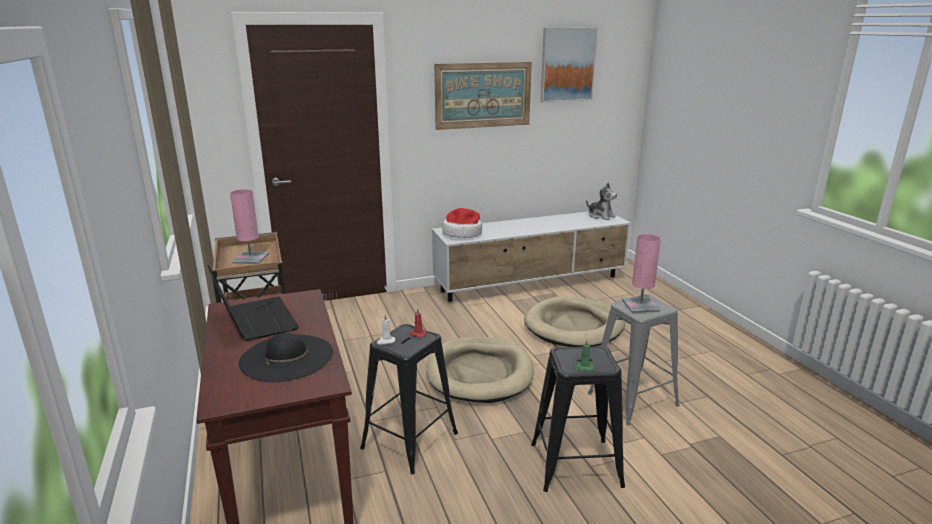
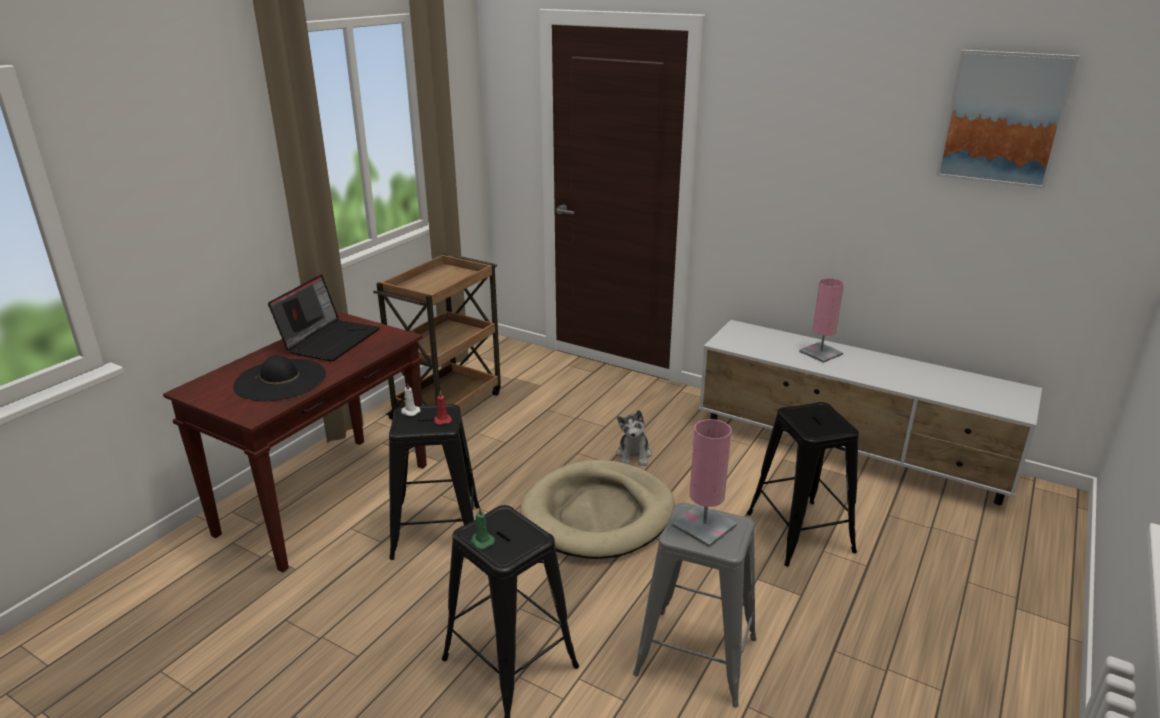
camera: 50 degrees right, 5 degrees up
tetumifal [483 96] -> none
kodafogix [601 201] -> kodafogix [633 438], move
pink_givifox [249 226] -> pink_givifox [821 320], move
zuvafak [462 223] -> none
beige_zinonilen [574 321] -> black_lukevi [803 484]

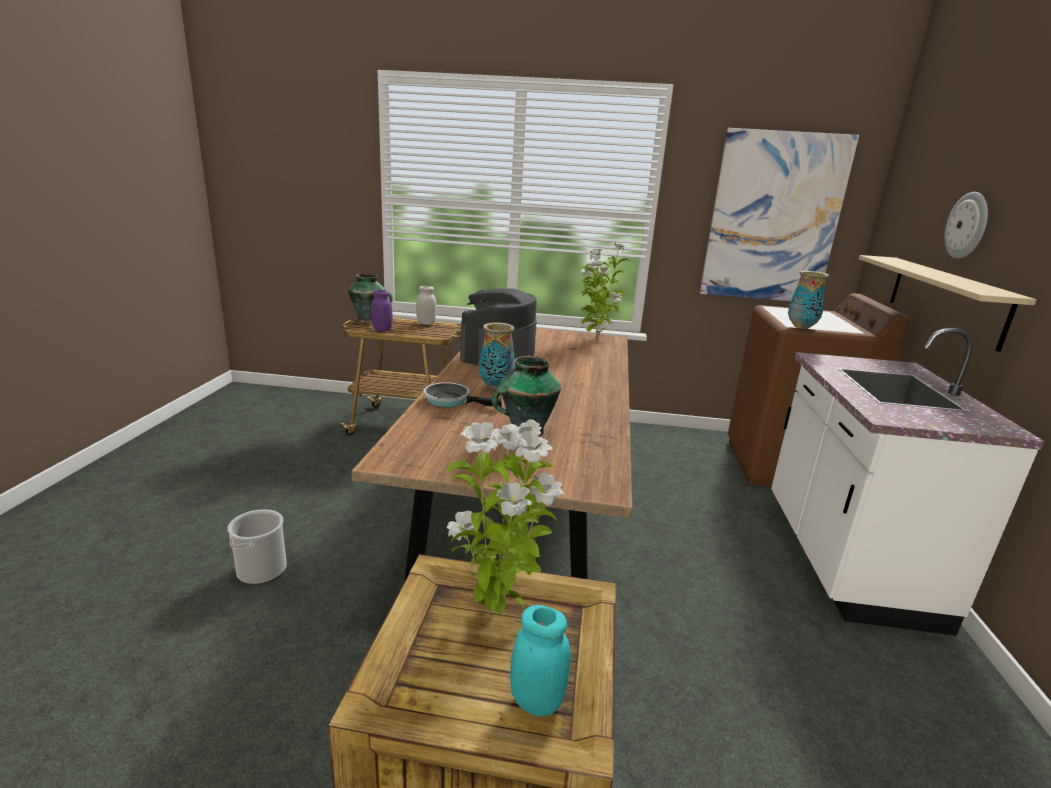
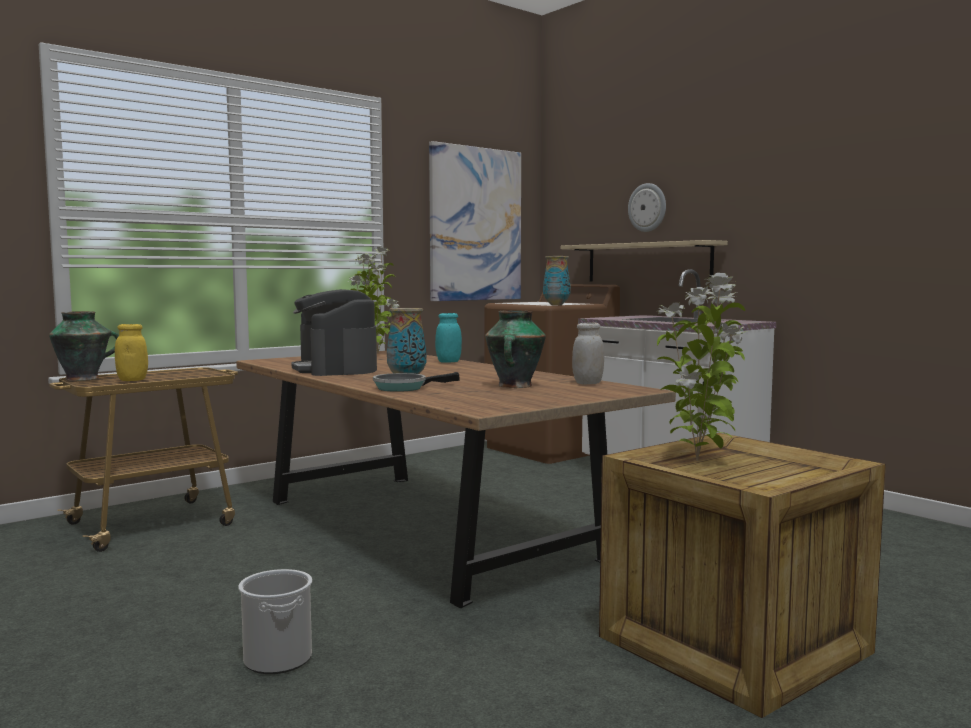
camera: 45 degrees left, 15 degrees down
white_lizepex [426 305] -> white_lizepex [588 353], move
purple_lizepex [381 310] -> yellow_lizepex [131 352]
turquoise_lizepex [540 660] -> turquoise_lizepex [448 338], move

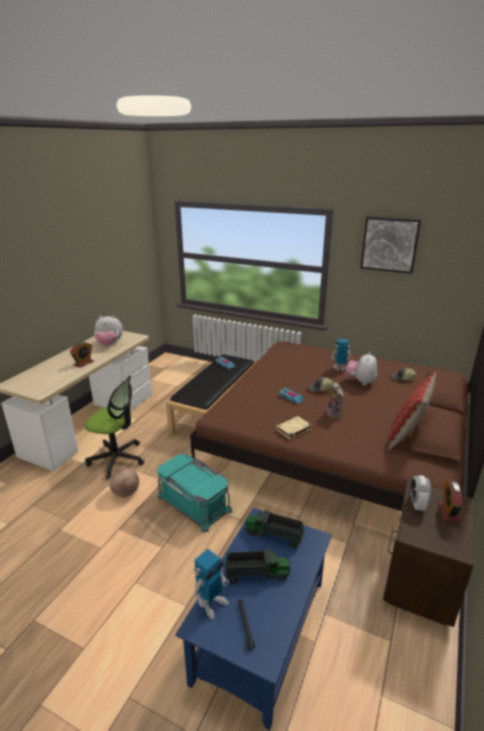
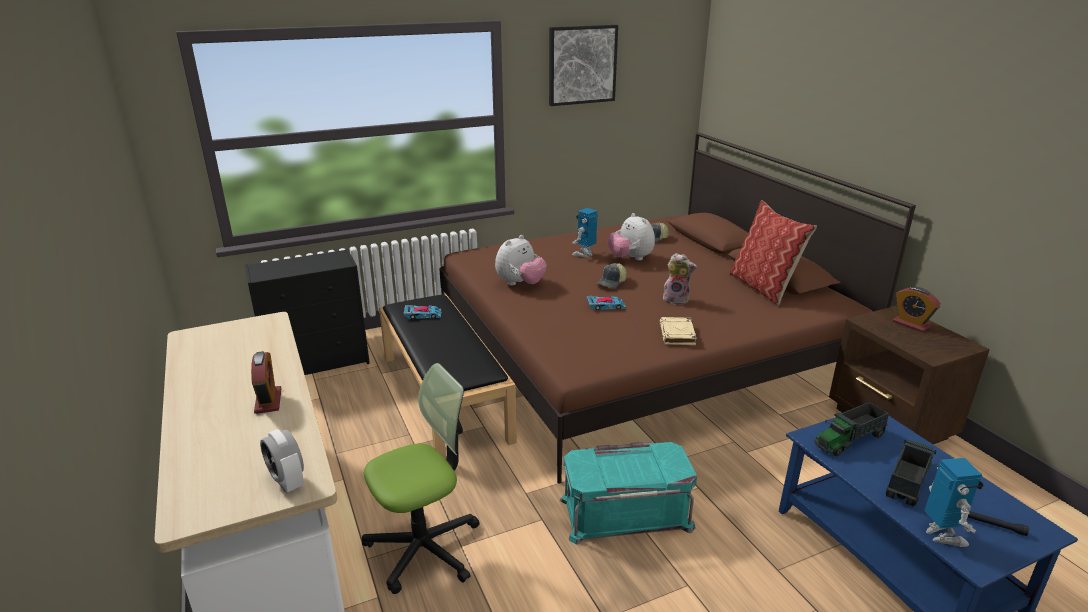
camera: 50 degrees left, 0 degrees up
kodafogix [108 331] -> kodafogix [521 260], move
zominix [124 482] -> none
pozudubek [420 493] -> pozudubek [282 461], move
none -> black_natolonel [307 312]

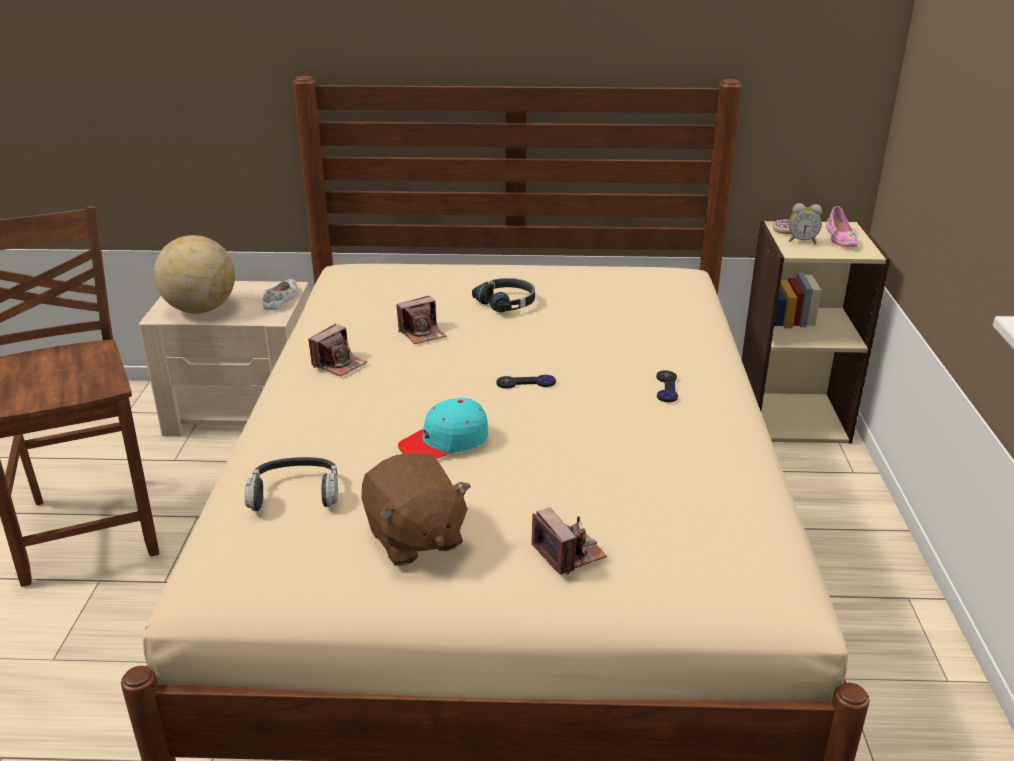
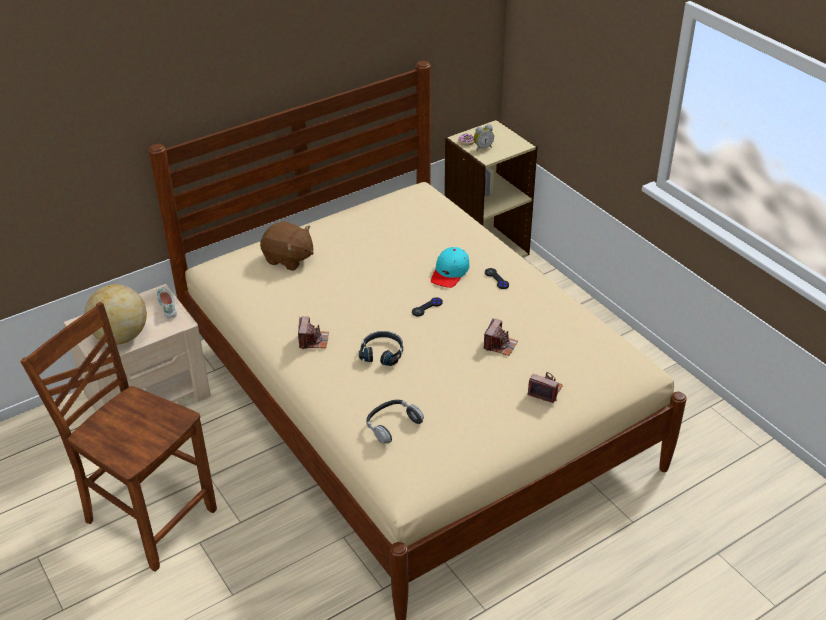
camera: 35 degrees left, 10 degrees up
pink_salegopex [842 226] -> none
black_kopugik [503 295] -> black_kopugik [381 348], move
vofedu [421 320] -> vofedu [501 337], move
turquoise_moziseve [443 428] -> turquoise_moziseve [450 267], move
brown_kodafogix [416 509] -> brown_kodafogix [287 246], move

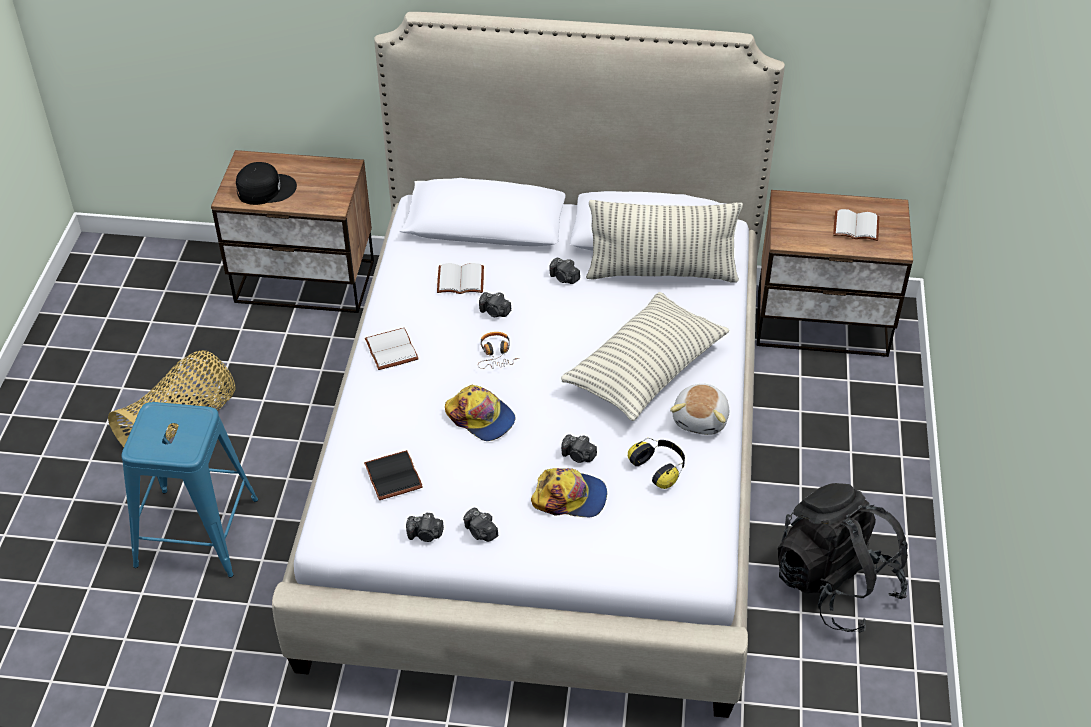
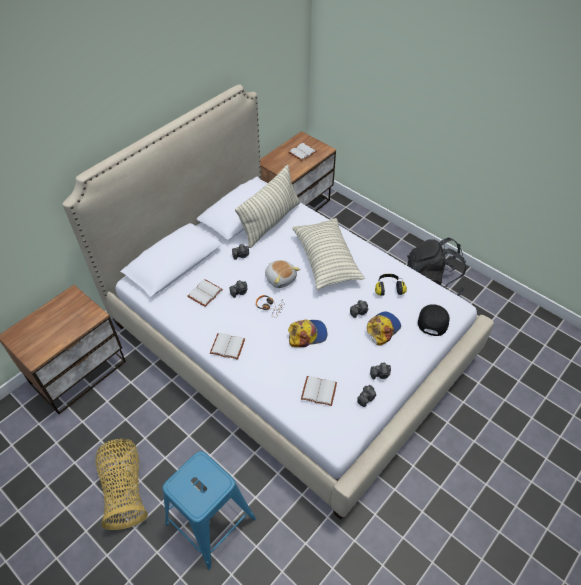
camera: 55 degrees left, 5 degrees up
black_moziseve [266 183] -> black_moziseve [434 320], move
kodafogix [699 409] -> kodafogix [282 274], move
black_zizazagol [393 475] -> white_zizazagol [319 391]

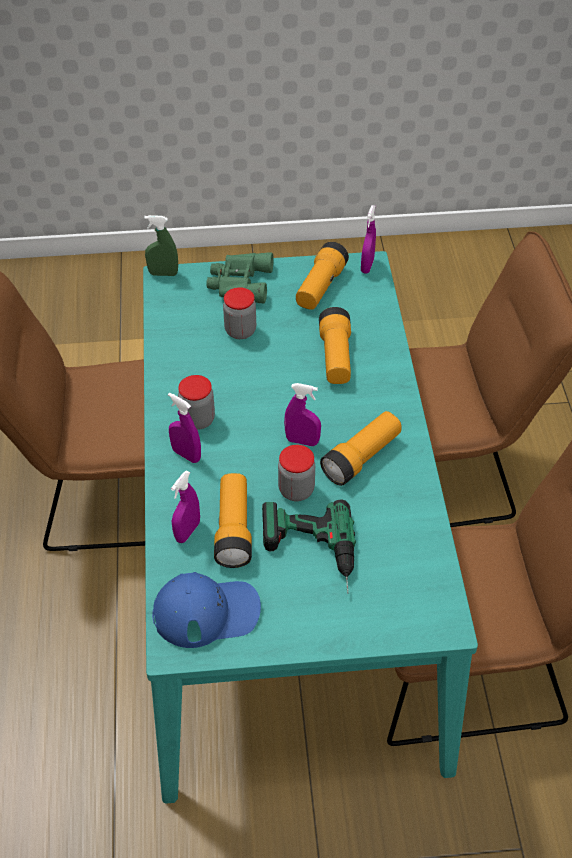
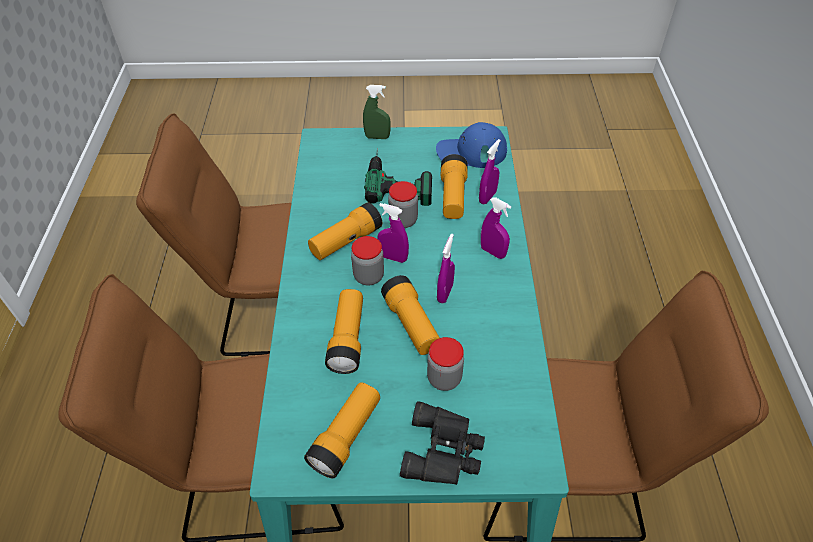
camera: 175 degrees left, 0 degrees up
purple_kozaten [368 239] -> purple_kozaten [446 268], move
green_kozaten [161 245] -> green_kozaten [376 112], move
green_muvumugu [240 277] -> black_muvumugu [442 443]
lizepex [196 402] -> lizepex [367 260], move
none -> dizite [410 315]

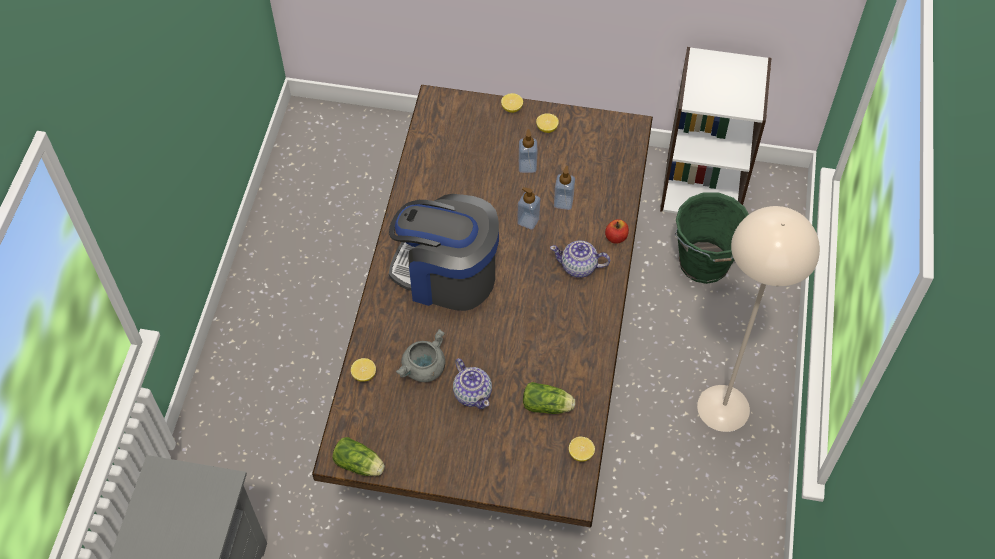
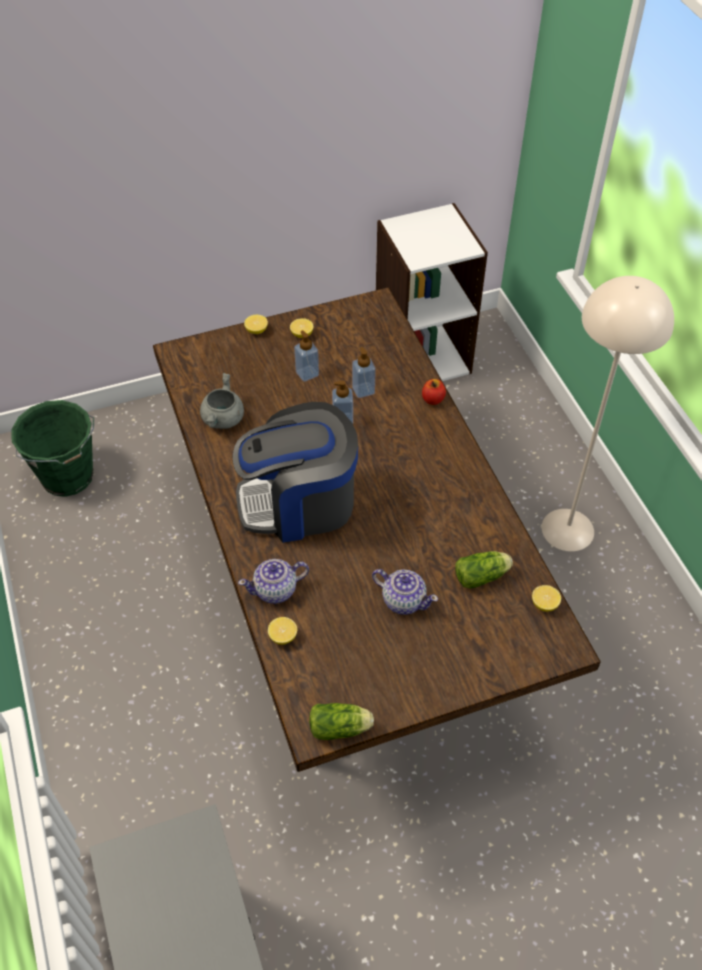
camera: 30 degrees left, 5 degrees down
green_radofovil [712 238] -> green_radofovil [53 448], move
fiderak [580 259] -> fiderak [273 581], move
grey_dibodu [420 355] -> grey_dibodu [222 401], move

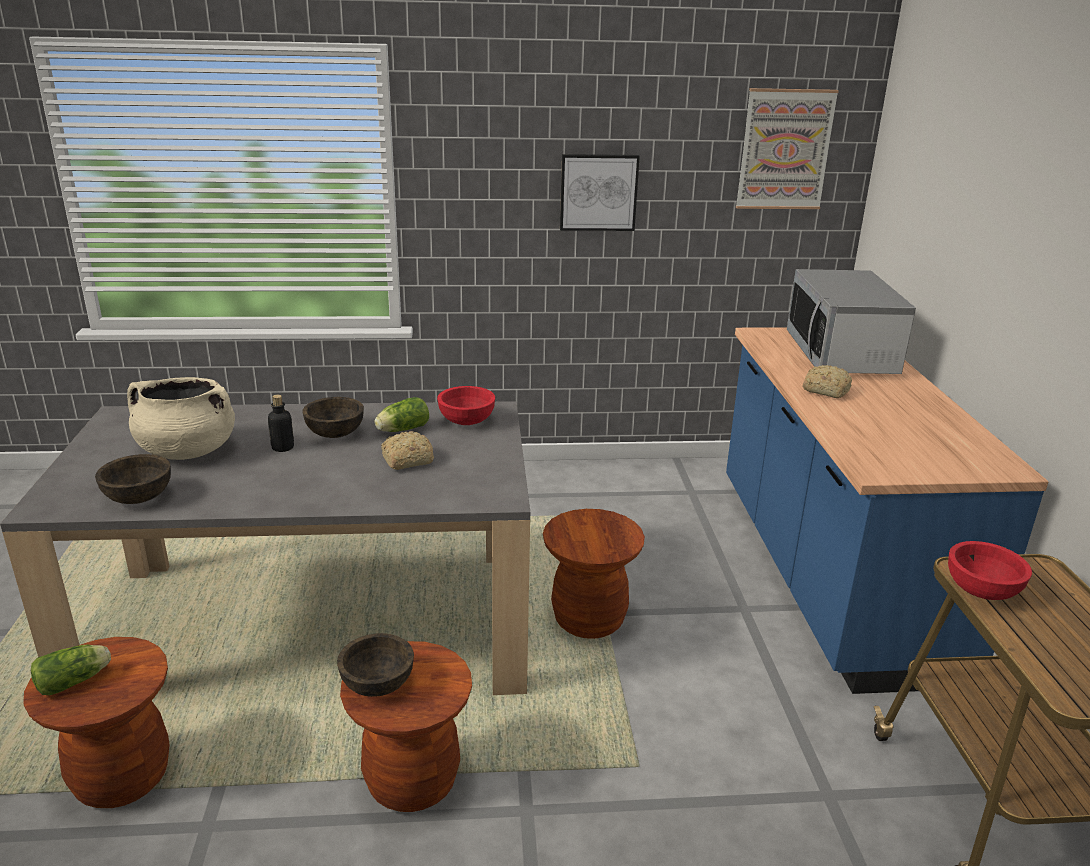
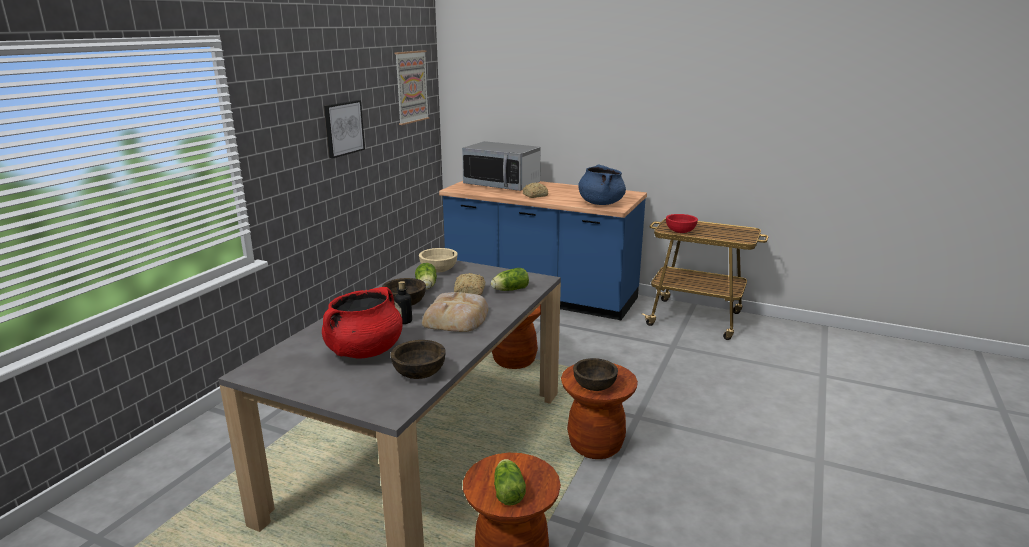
camera: 60 degrees left, 5 degrees down
beige_dibodu [181 418] -> red_dibodu [362 322]
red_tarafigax [466 405] -> beige_tarafigax [438 260]
none -> blue_dibodu [602 185]
none -> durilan [510 279]
none -> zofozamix [455 312]

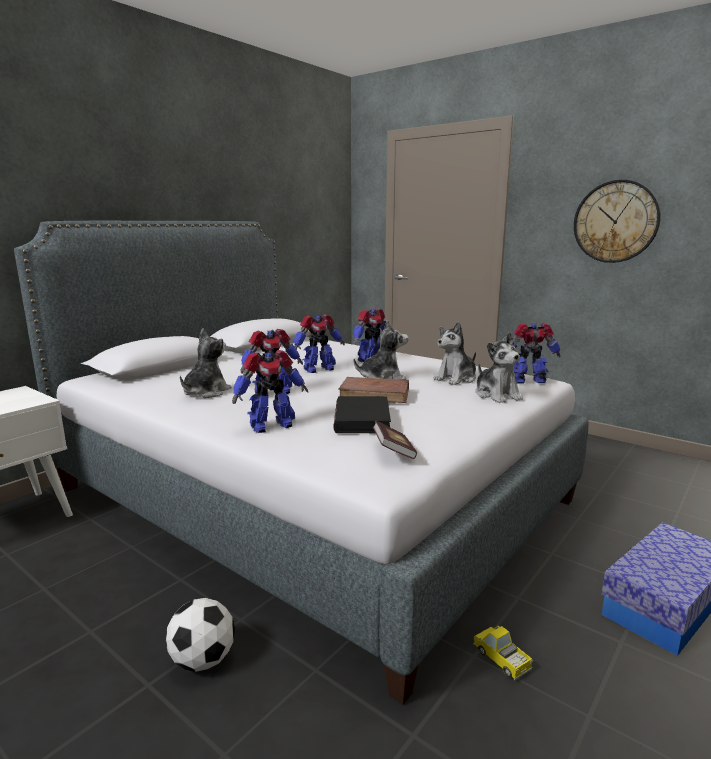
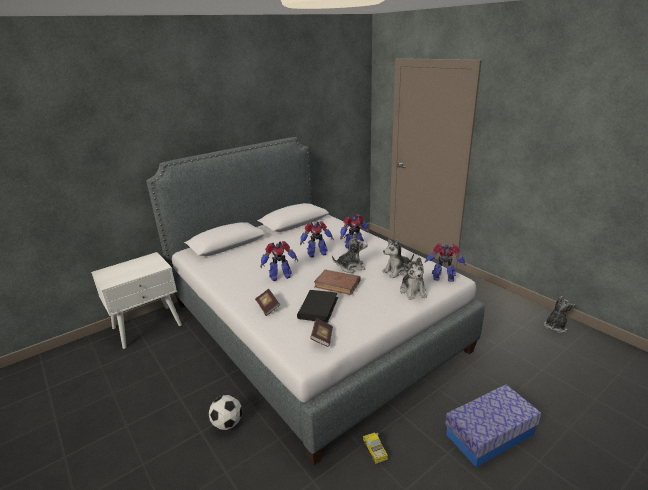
camera: 15 degrees right, 10 degrees up
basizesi [617 221] -> none
kodafogix [205 363] -> kodafogix [559 314], move
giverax [270 391] -> zizazagol [267 302]

